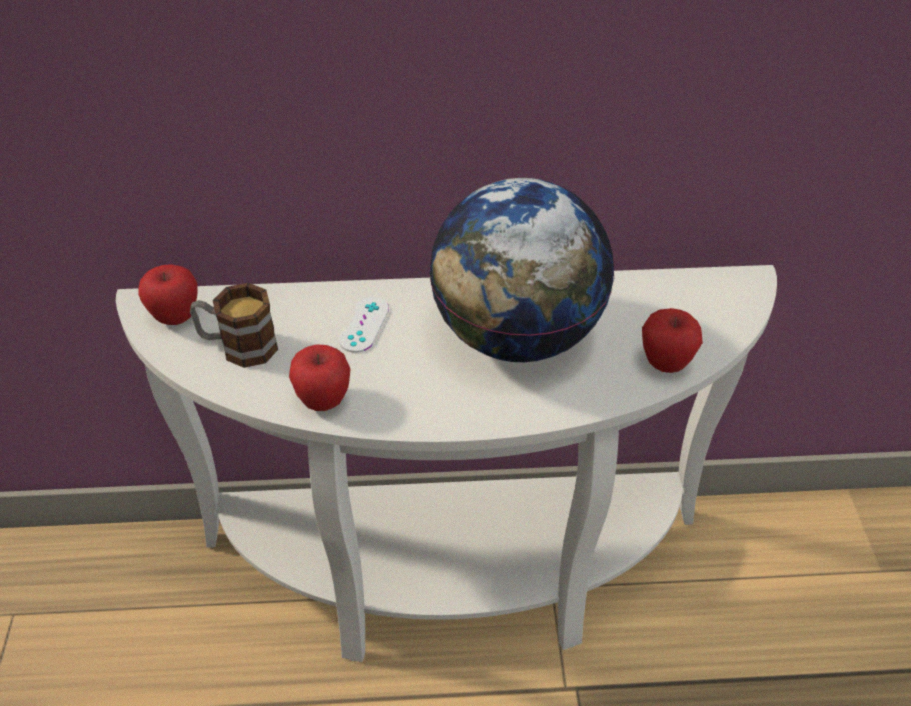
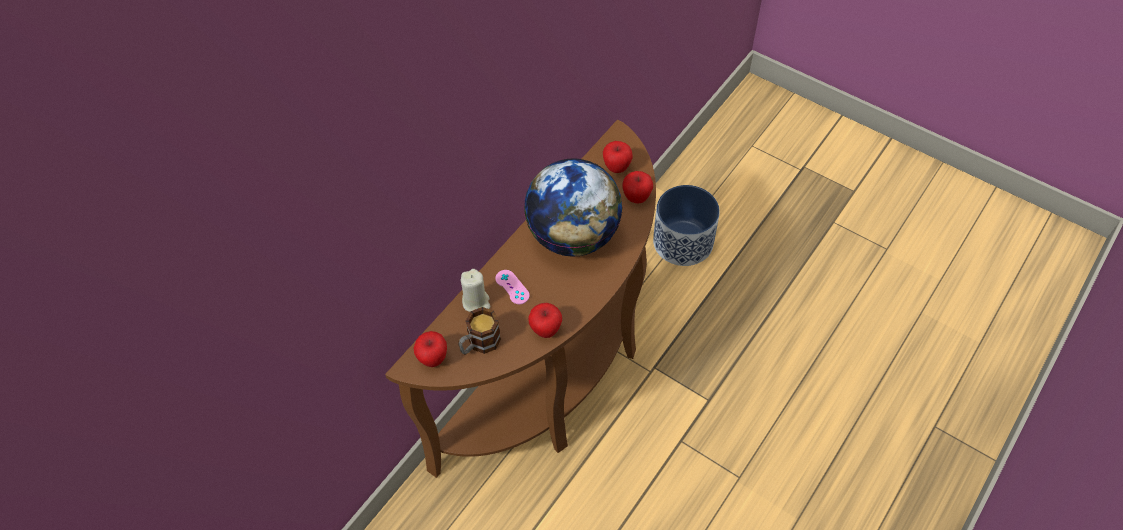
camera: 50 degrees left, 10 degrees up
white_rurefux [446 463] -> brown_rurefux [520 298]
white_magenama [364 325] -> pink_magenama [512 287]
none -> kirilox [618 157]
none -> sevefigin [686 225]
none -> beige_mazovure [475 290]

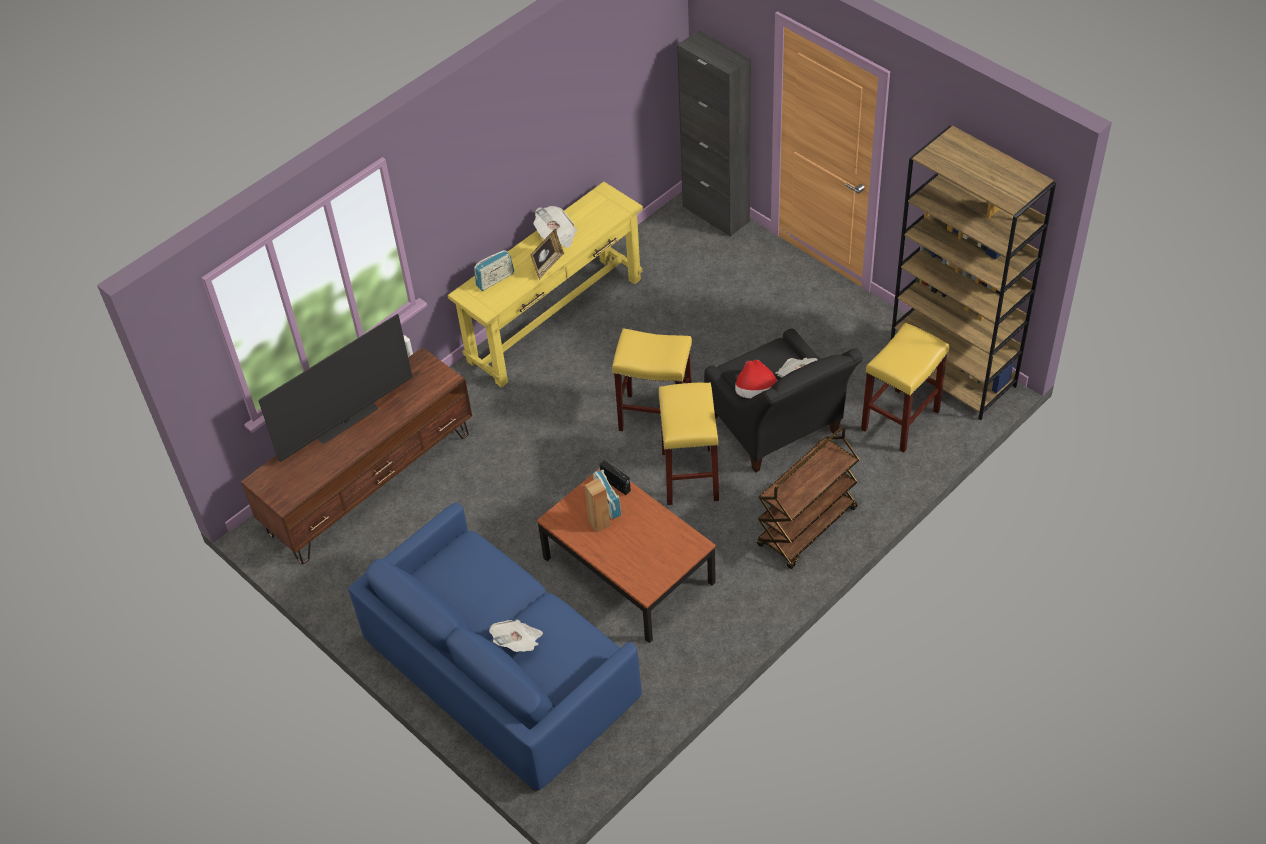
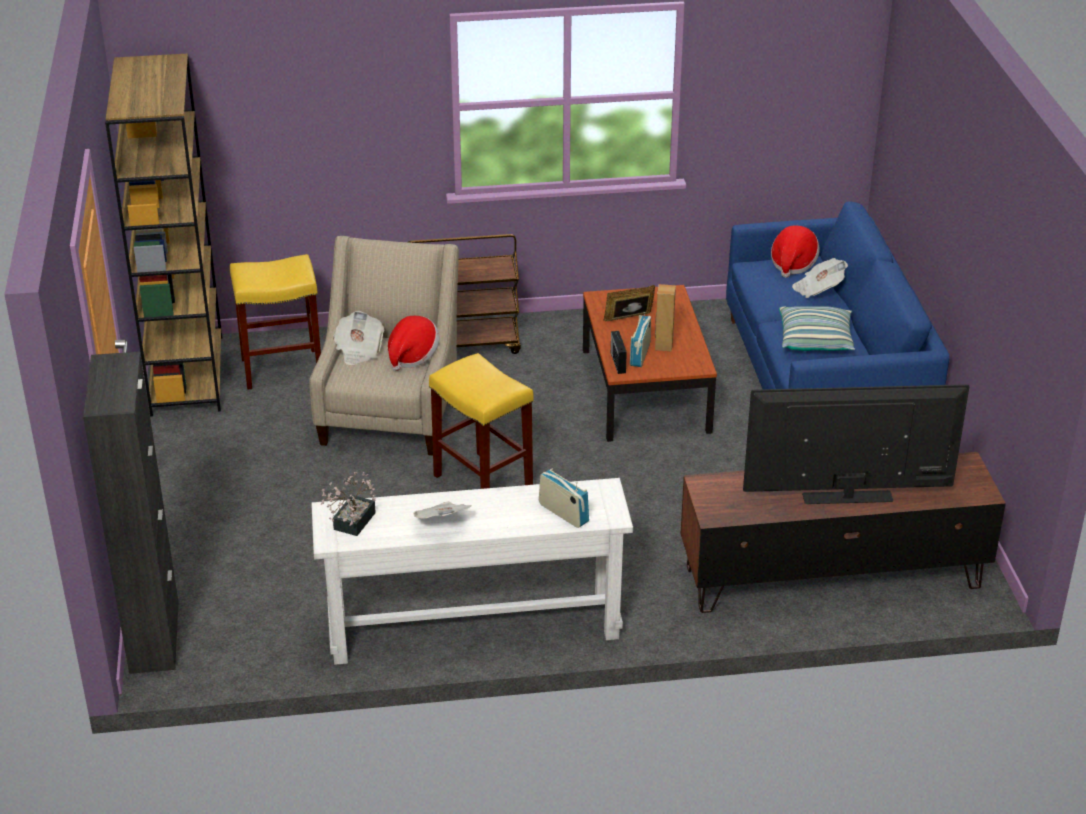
camera: 145 degrees left, 15 degrees down
yellow_rurefux [545 285] -> white_rurefux [472 571]
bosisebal [548 254] -> bosisebal [629 303], move
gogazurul [494 270] -> gogazurul [564 498], 45 degrees clockwise
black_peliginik [783 400] -> beige_peliginik [384 345]
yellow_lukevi [688 444] -> none
none -> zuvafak [795 252]
none -> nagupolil [817 328]
none -> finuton [348 504]

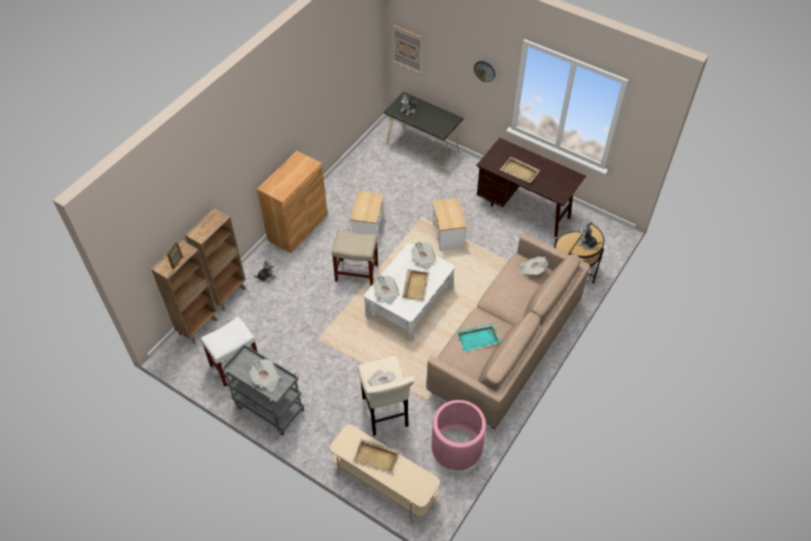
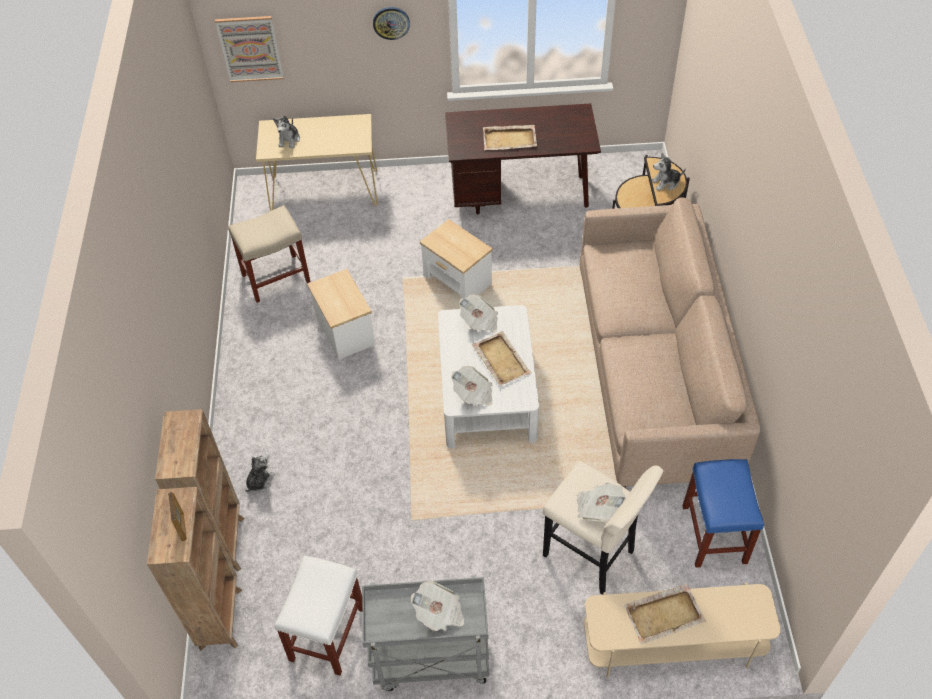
camera: 35 degrees left, 0 degrees up
black_rurefux [423 132] -> beige_rurefux [317 162]
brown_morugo [292 202] -> none
beige_lukevi [355 258] -> beige_lukevi [269 254], move
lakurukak [534 265] -> none
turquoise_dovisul [478 337] -> none
pink_sevefigin [458 435] -> blue_lukevi [723 513]

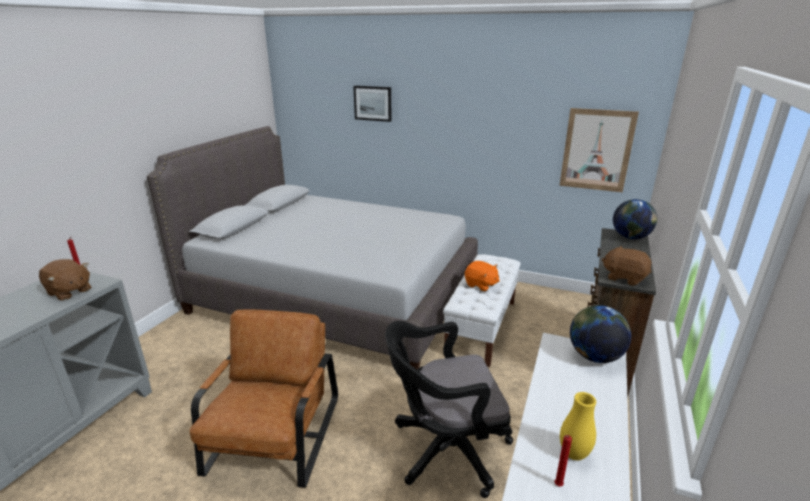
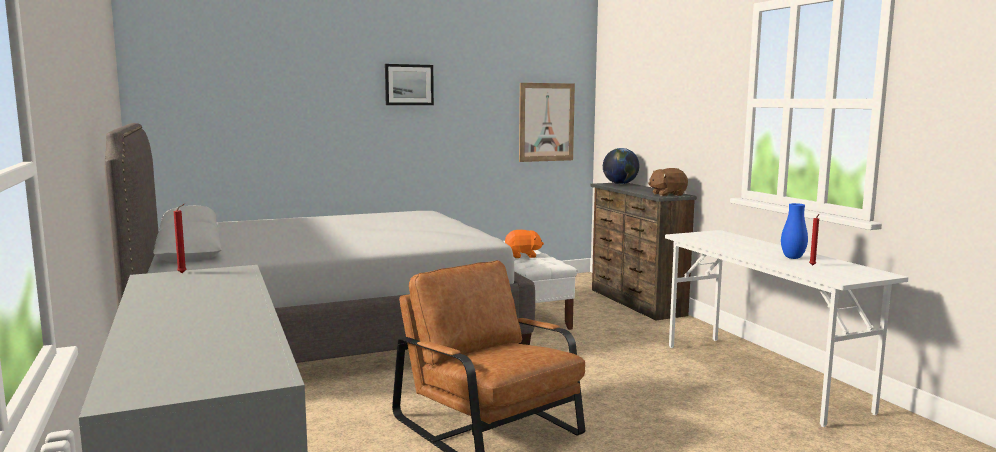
camera: 45 degrees left, 15 degrees down
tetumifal [372 104] -> tetumifal [409 84], move
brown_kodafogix [65 280] -> none
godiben [600 334] -> none
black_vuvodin [449 409] -> none
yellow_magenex [578 426] -> blue_magenex [794 231]

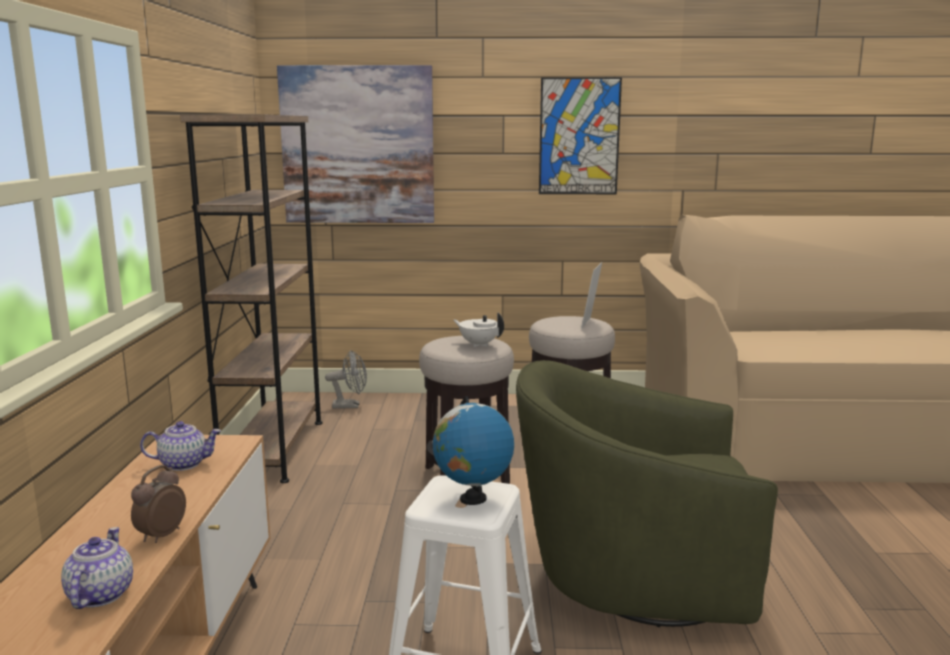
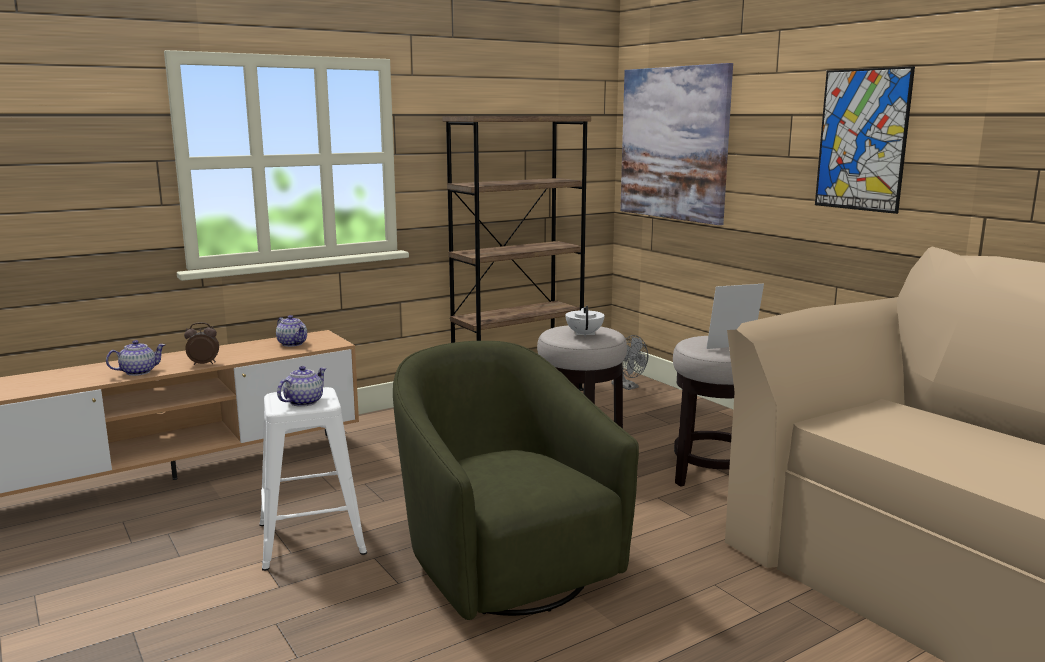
camera: 55 degrees right, 0 degrees up
godiben [473 450] -> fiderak [302 386]

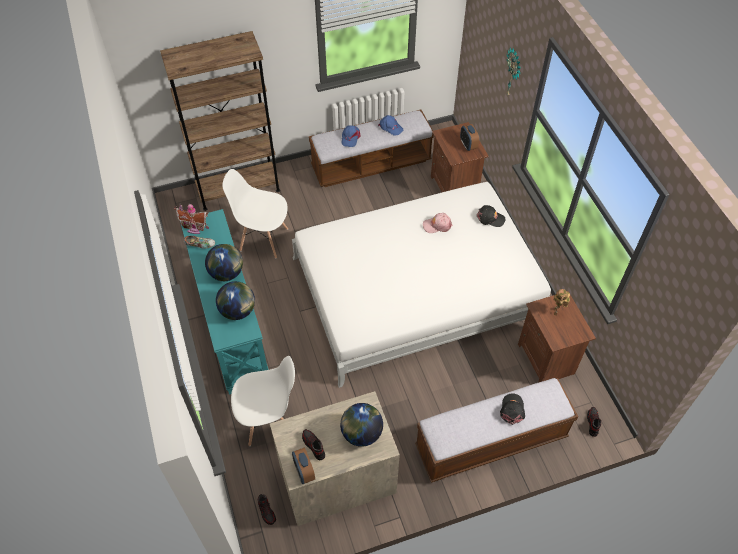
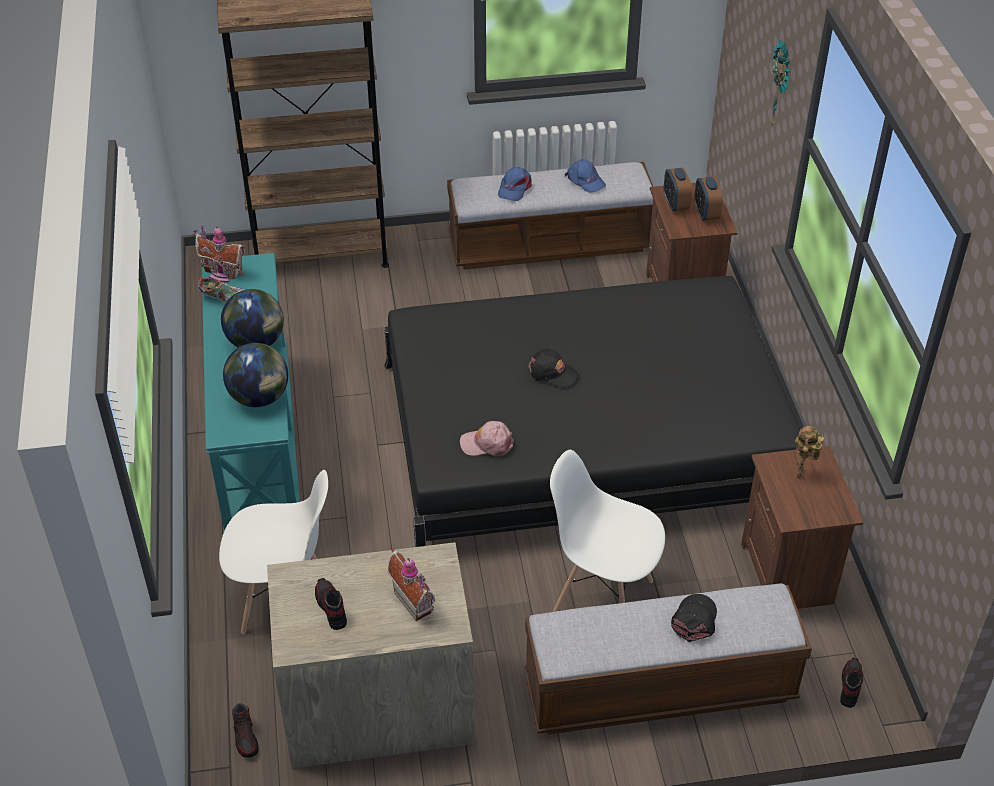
camera: 10 degrees right, 10 degrees down
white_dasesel [255 213] -> white_dasesel [607 531], move
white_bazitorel [421 285] -> black_bazitorel [592 411]
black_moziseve [491 216] -> black_moziseve [553 368], move
pink_moziseve [437 223] -> pink_moziseve [487 438], move
godiben [361 425] -> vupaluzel [411 584]
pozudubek [303 465] -> pozudubek [678 189], move

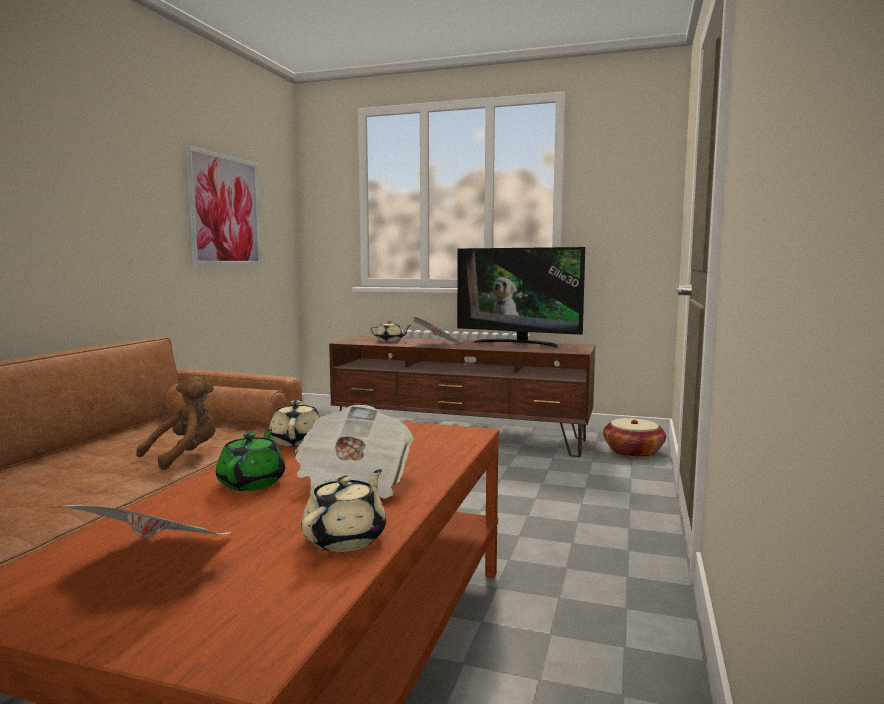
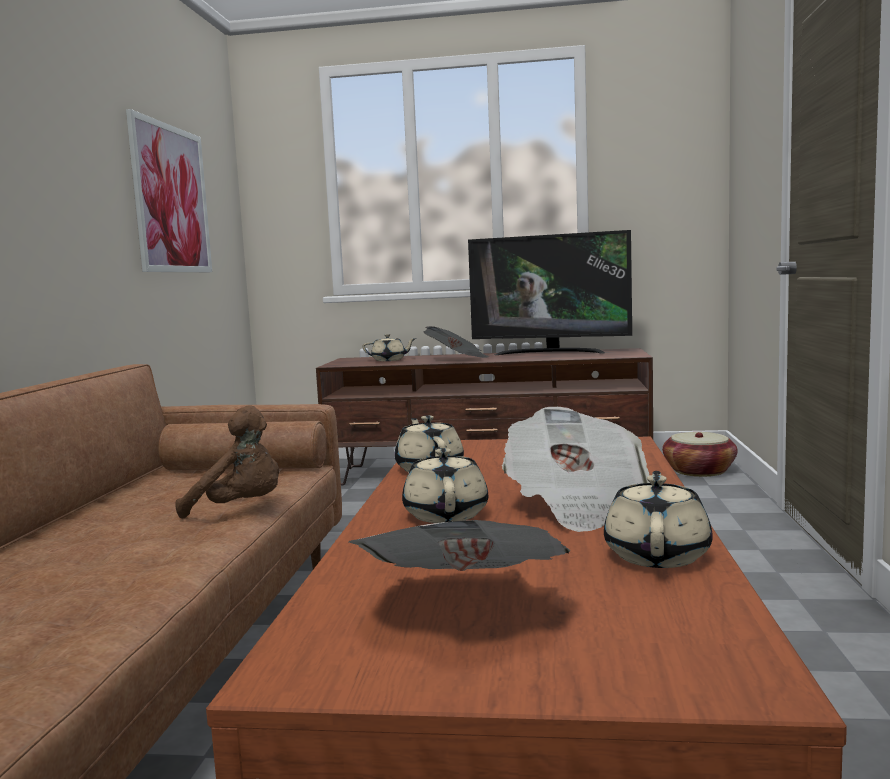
camera: 10 degrees left, 0 degrees up
brown_kodafogix [176 423] -> brown_kodafogix [227 462], 75 degrees clockwise
green_fiderak [250 460] -> beige_fiderak [445 485]

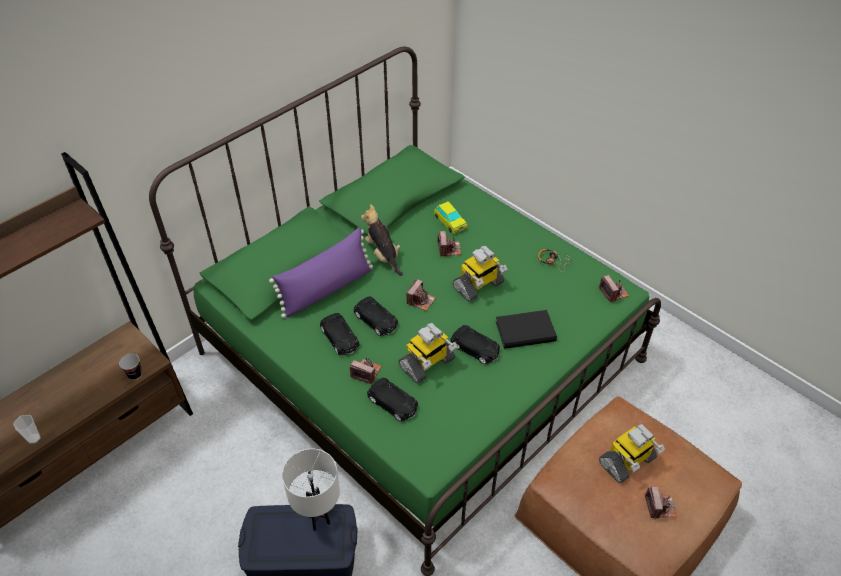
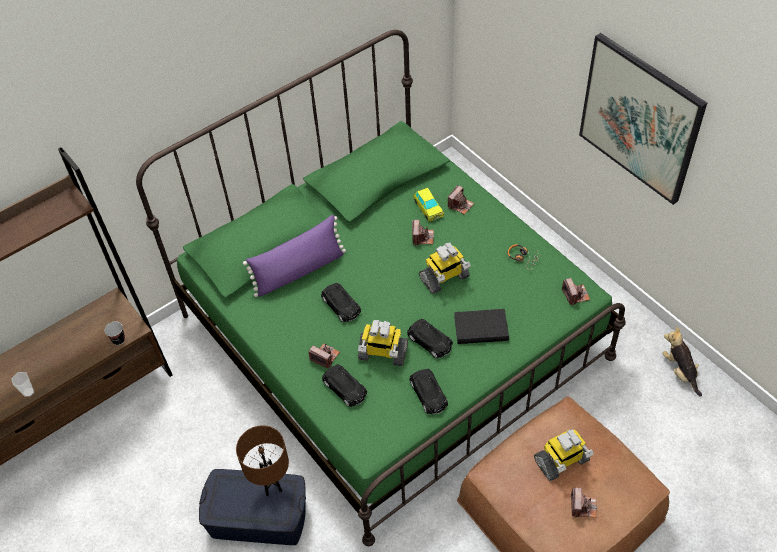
camera: 10 degrees right, 5 degrees up
kodafogix [382 240] -> kodafogix [682 361], move
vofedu [421 295] -> vofedu [461 200], move
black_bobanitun [340 334] -> black_bobanitun [428 391], move
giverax [427 353] -> giverax [383 343], 45 degrees clockwise
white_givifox [311 490] -> brown_givifox [262 461]
none -> tetumifal [643 119]

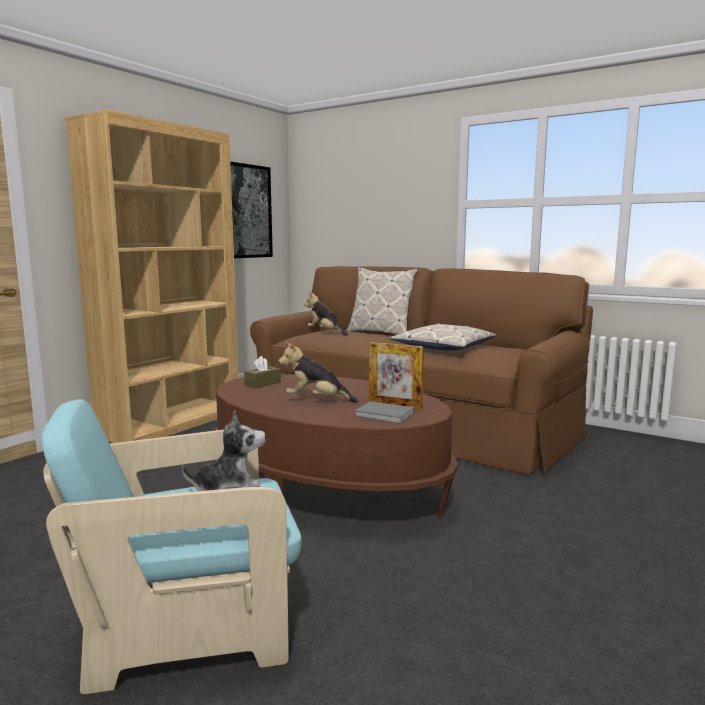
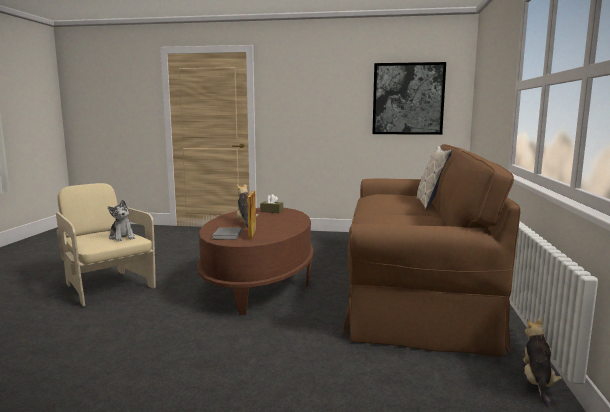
camera: 65 degrees right, 0 degrees up
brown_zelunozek [152 276] -> none
kodafogix [326 314] -> kodafogix [542 362], move
nagupolil [443 337] -> none
turquoise_peliginik [172 546] -> beige_peliginik [106 245]

